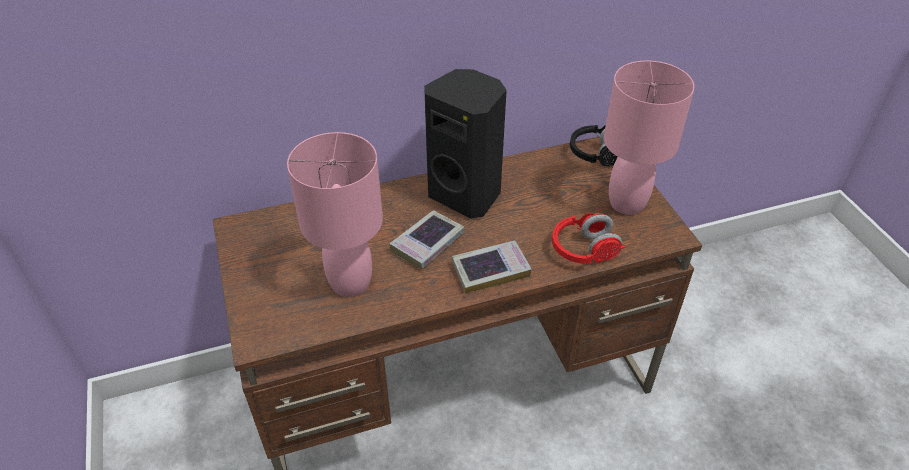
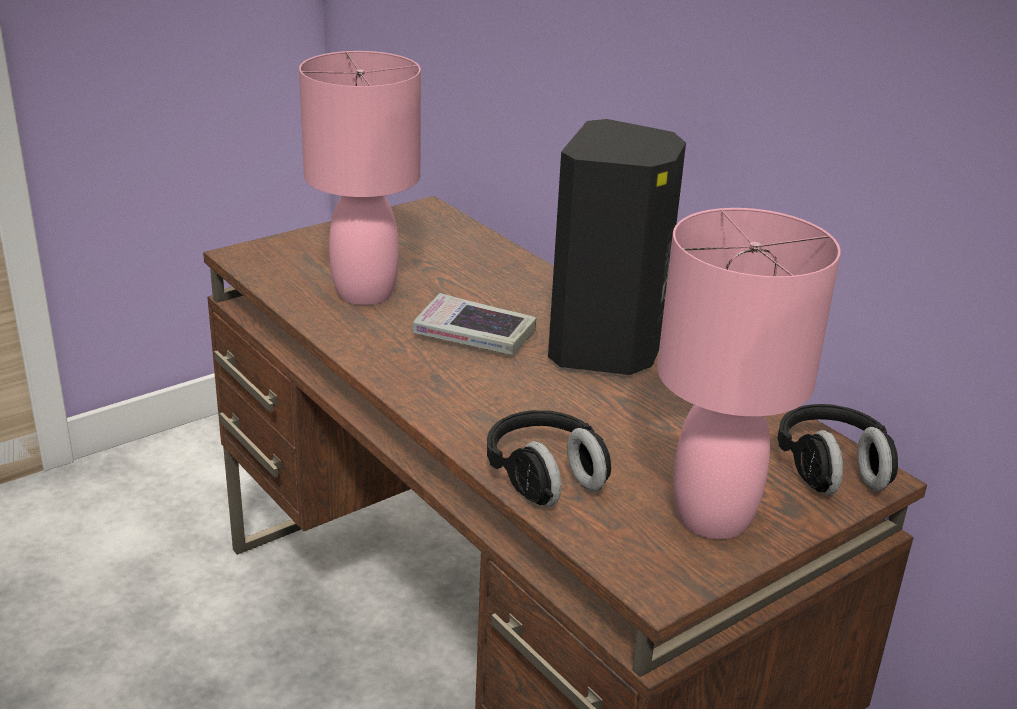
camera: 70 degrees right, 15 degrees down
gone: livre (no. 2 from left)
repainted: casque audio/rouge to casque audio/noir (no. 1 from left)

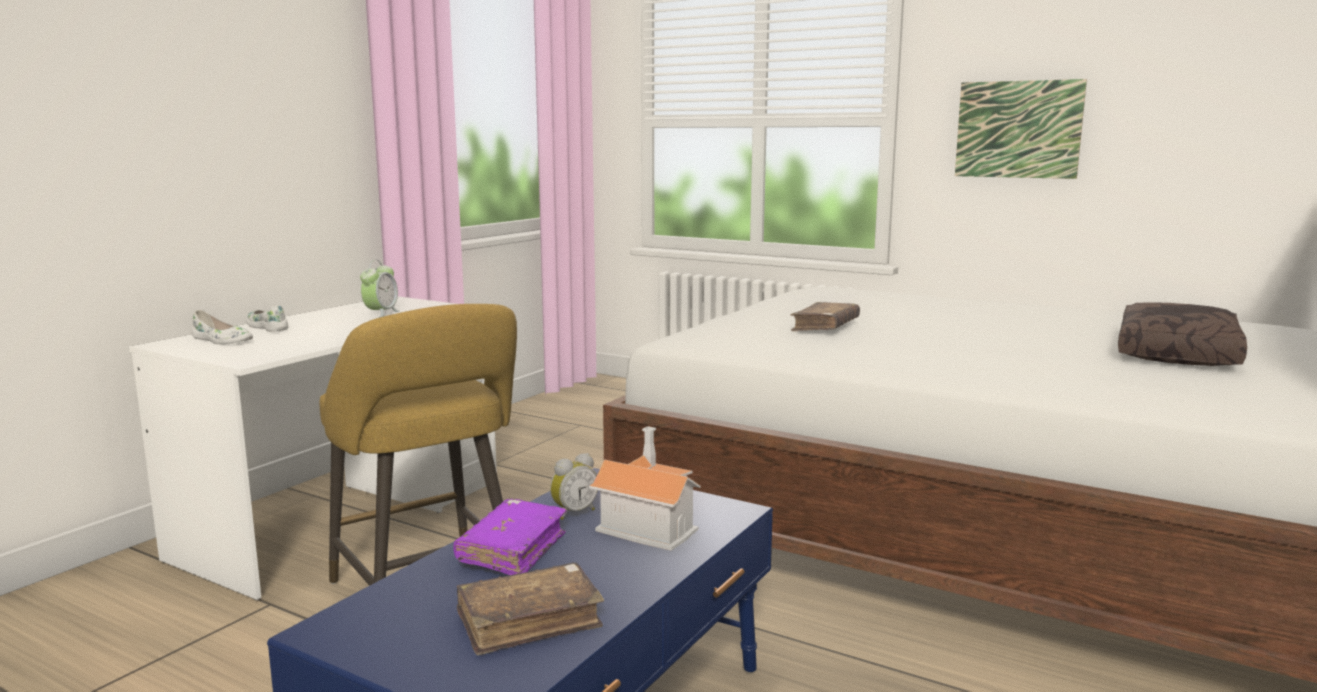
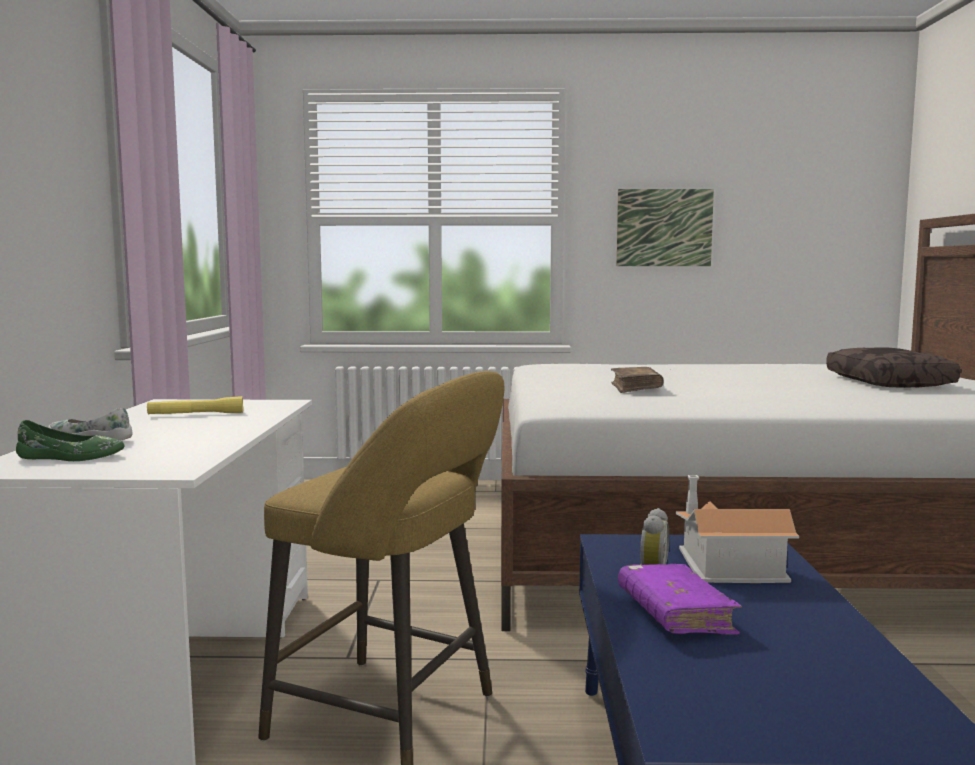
camera: 30 degrees left, 5 degrees down
gone: livre/marron (no. 1 from left)
swapped: réveil (no. 1 from left) to lampe de poche/jaune
repainted: chaussure/blanc (no. 1 from left) to chaussure/vert

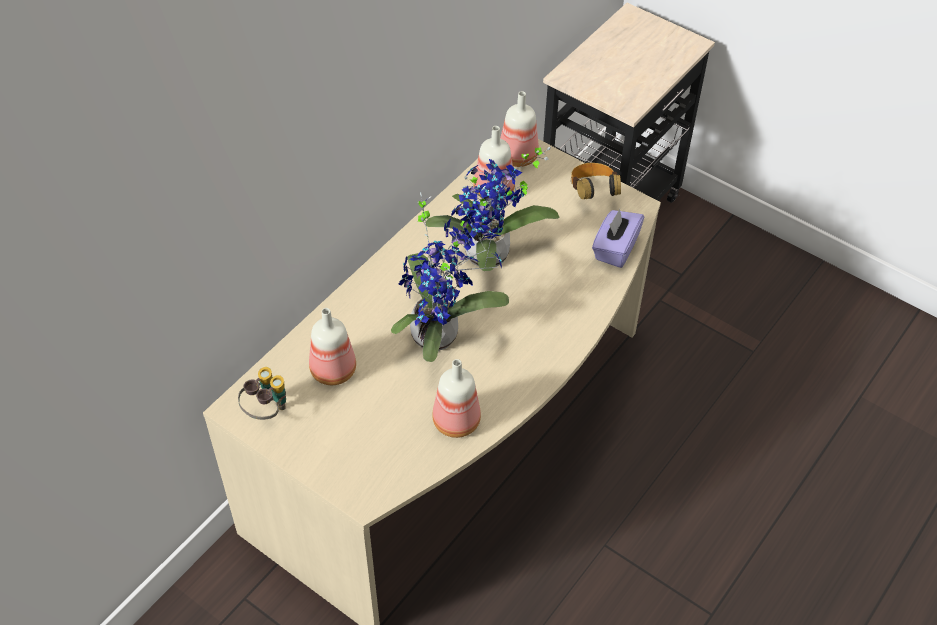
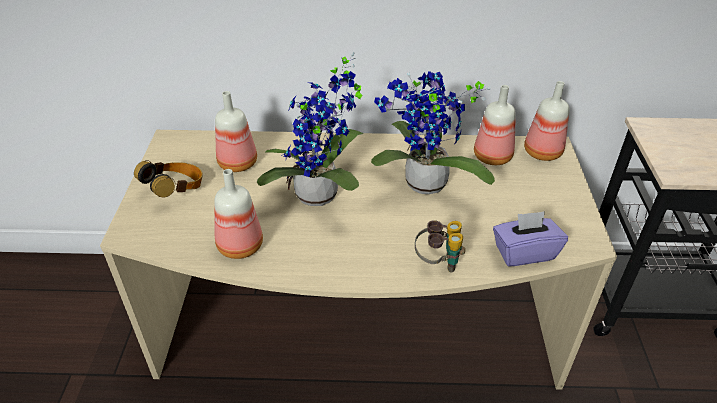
camera: 55 degrees right, 10 degrees down
shifted: jumelles; casque audio

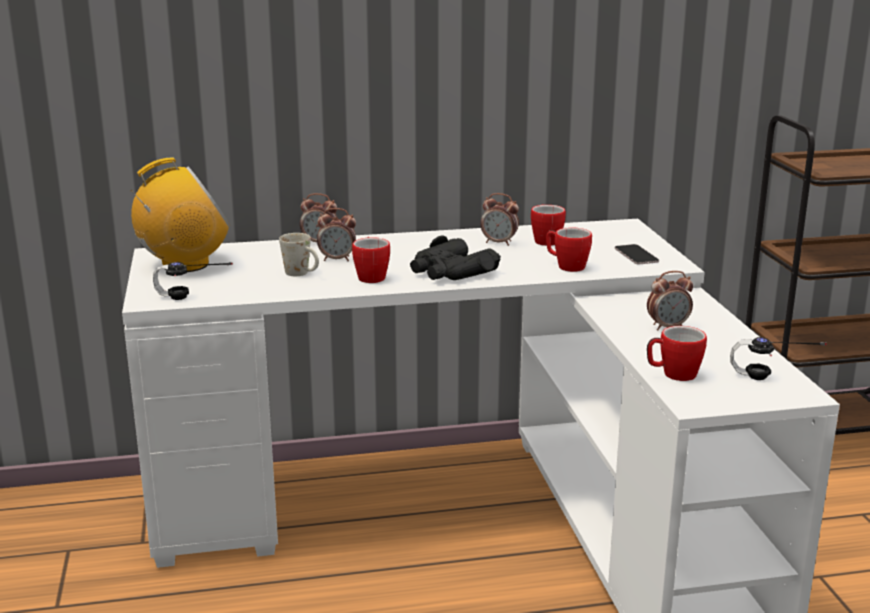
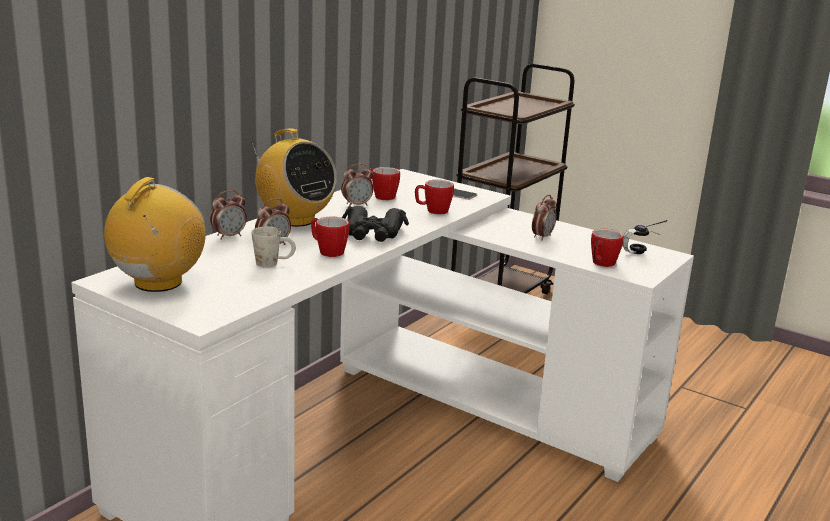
camera: 45 degrees left, 0 degrees up
gone: casque audio (no. 1 from left)
new: radio (no. 2 from left)

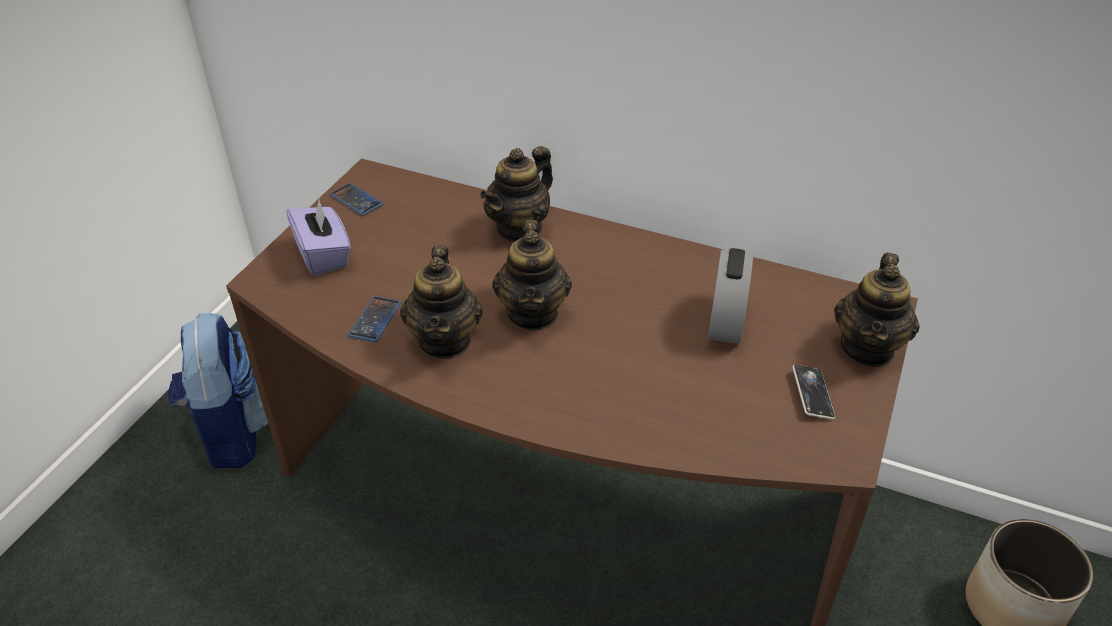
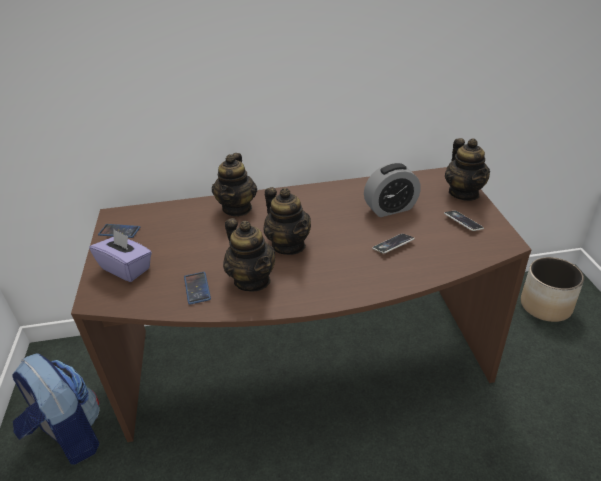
camera: 30 degrees left, 5 degrees down
new: téléphone (no. 3 from left)
rotated: réveil 90 degrees clockwise

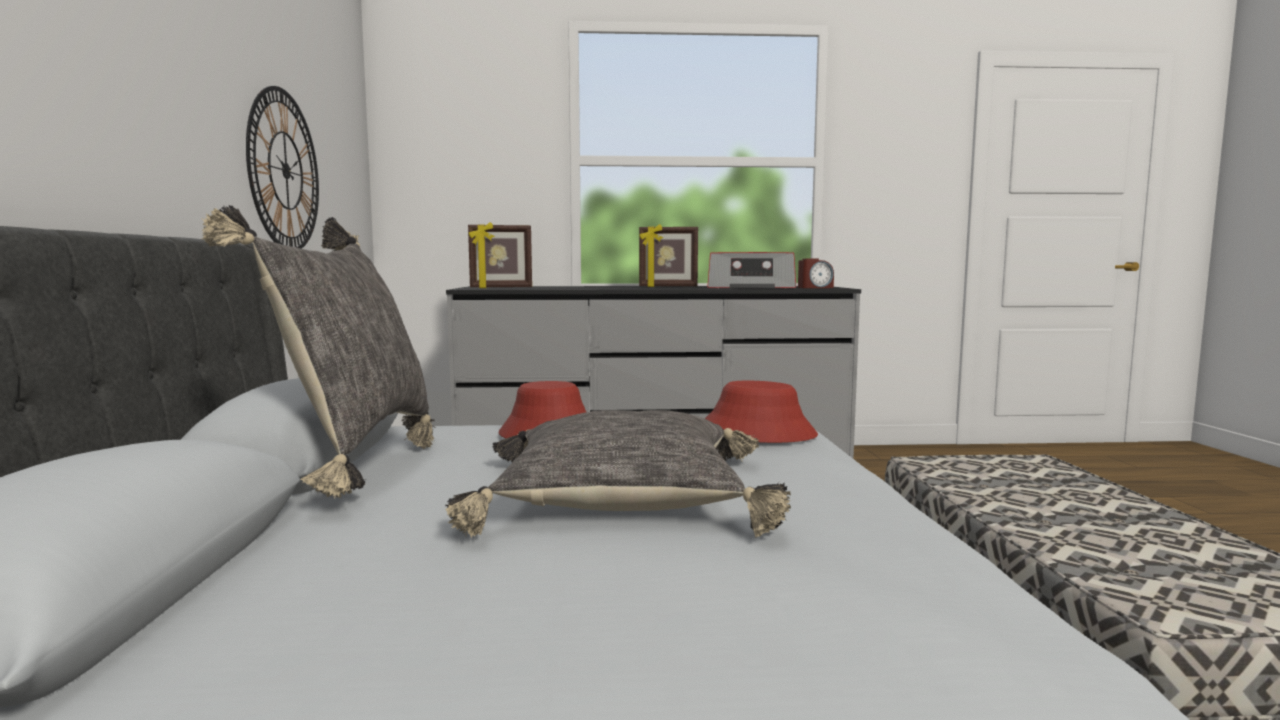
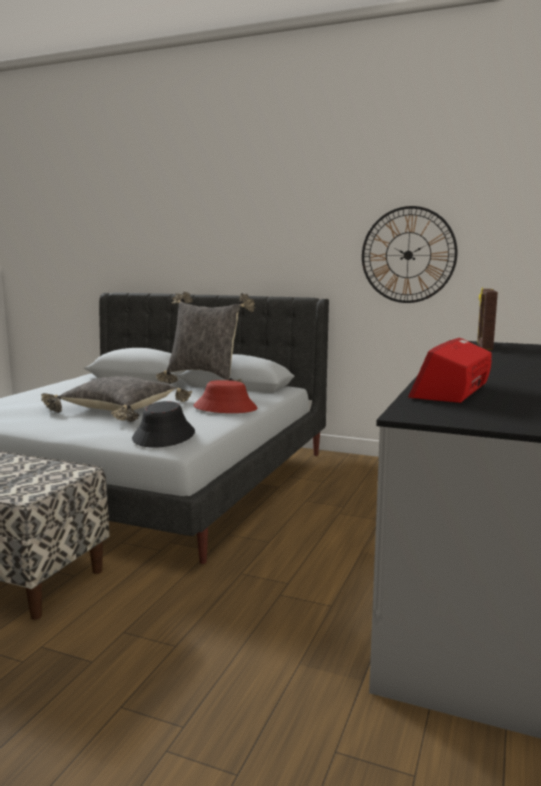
camera: 115 degrees right, 5 degrees up
gone: cadre photo (no. 2 from left); réveil
repainted: chapeau/rouge (no. 2 from left) to chapeau/noir

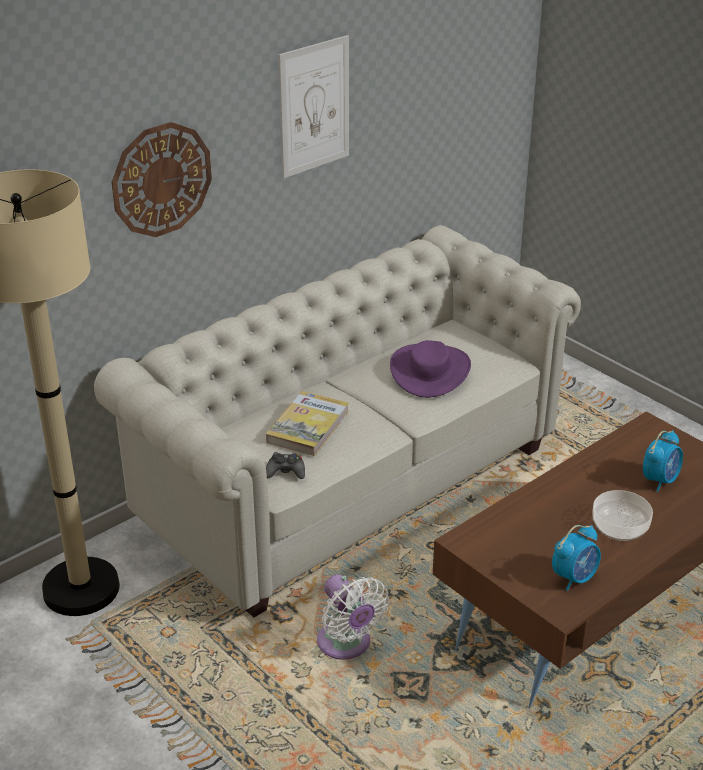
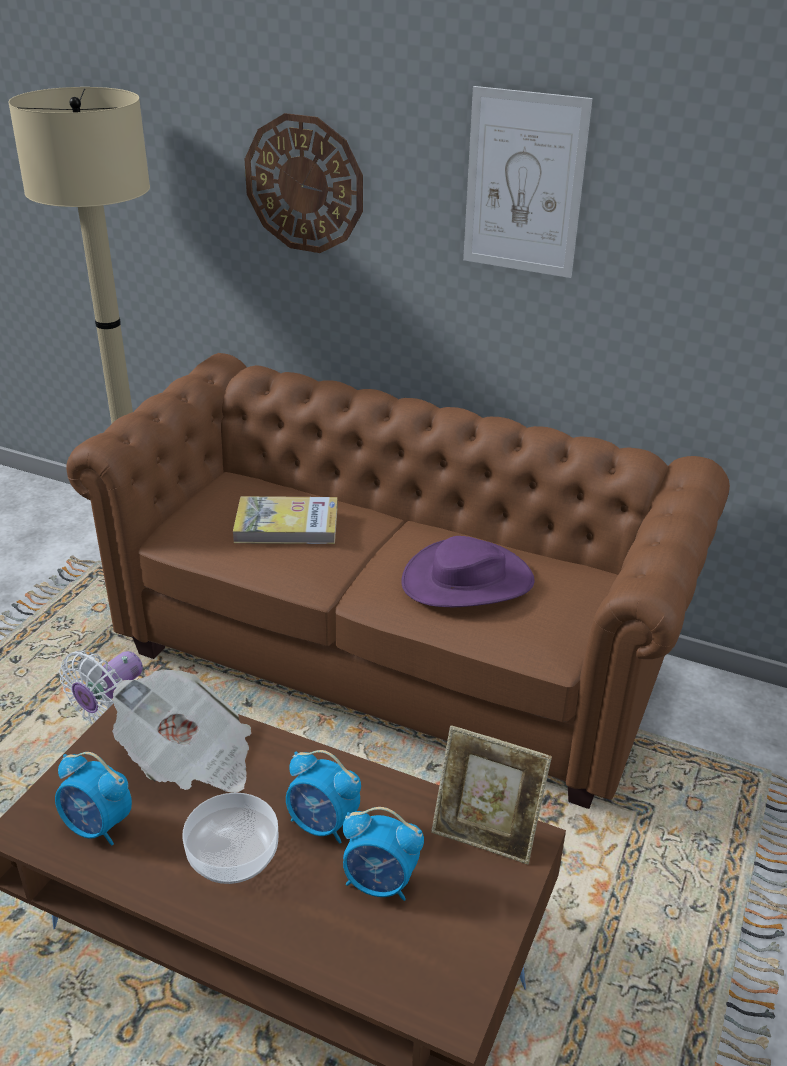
camera: 65 degrees right, 0 degrees up
gone: manette/noir
new: journal; réveil (no. 2 from left); cadre photo
repainted: canapé/blanc to canapé/marron

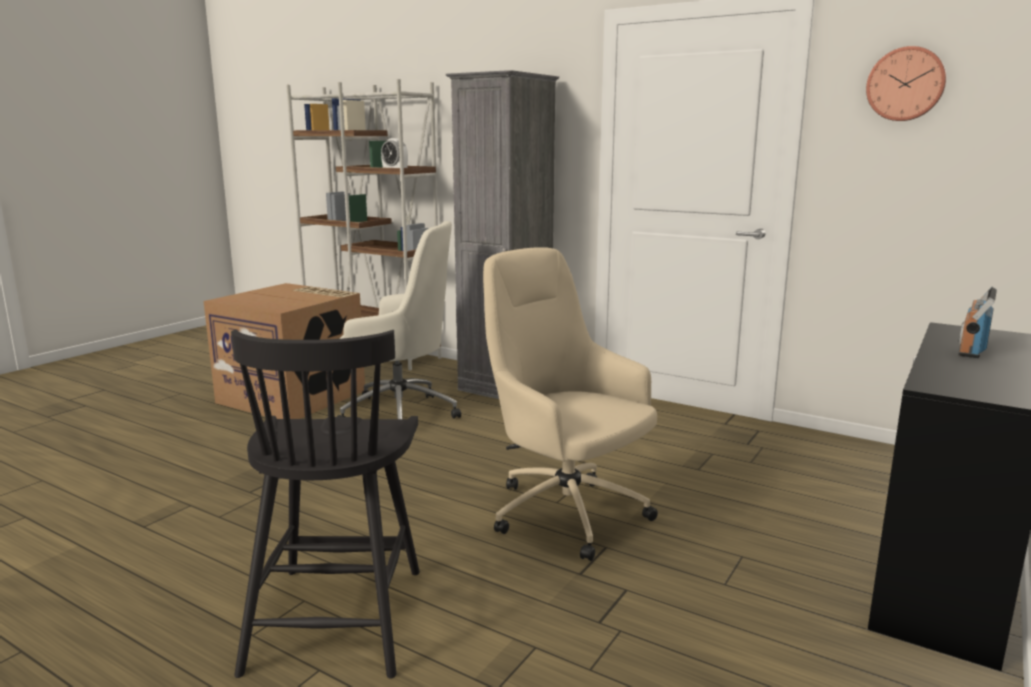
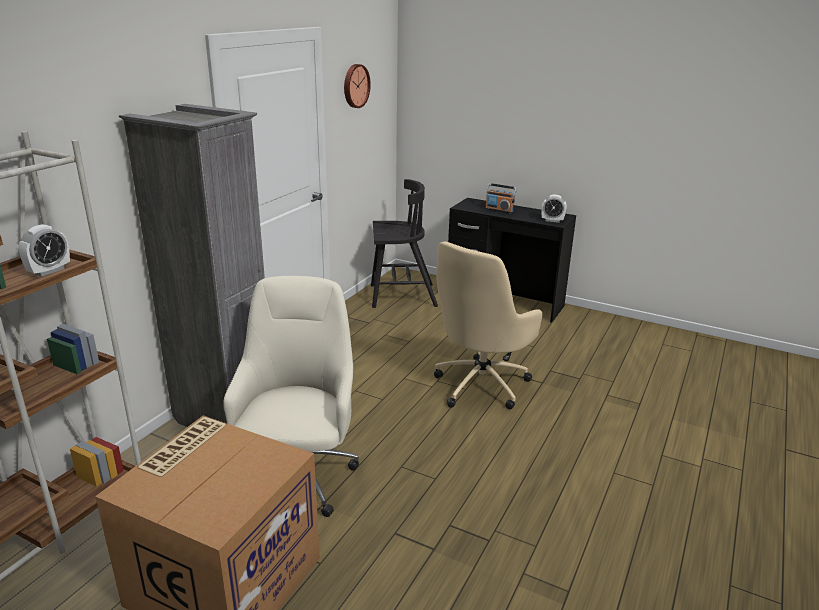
camera: 95 degrees left, 10 degrees up
new: réveil (no. 2 from left)
shifted: chaise/noir

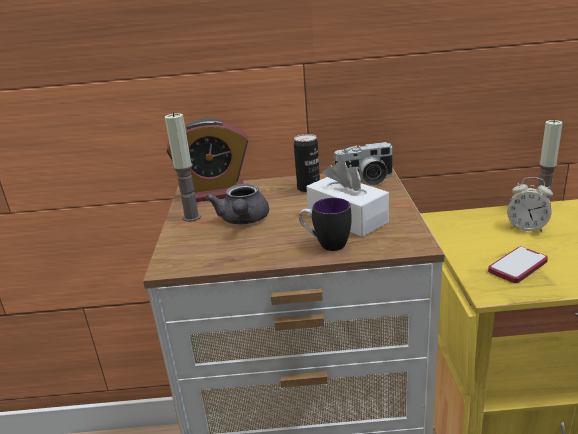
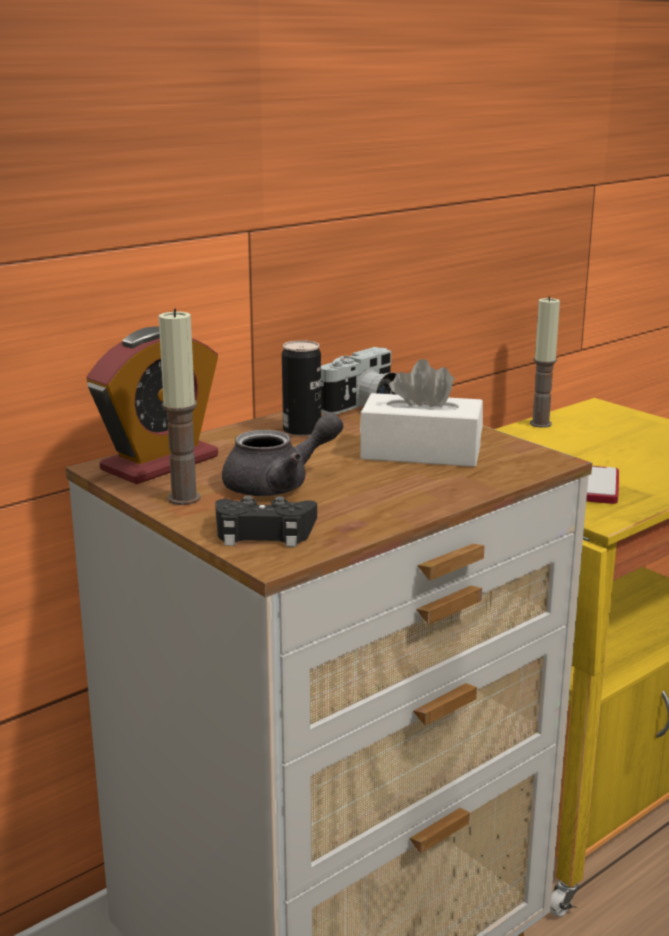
camera: 40 degrees left, 5 degrees down
gone: mug; réveil (no. 2 from left)
new: manette/noir
rotated: théière/gris 75 degrees counterclockwise

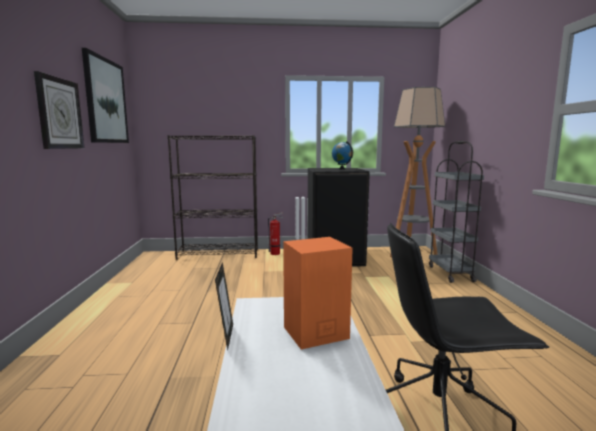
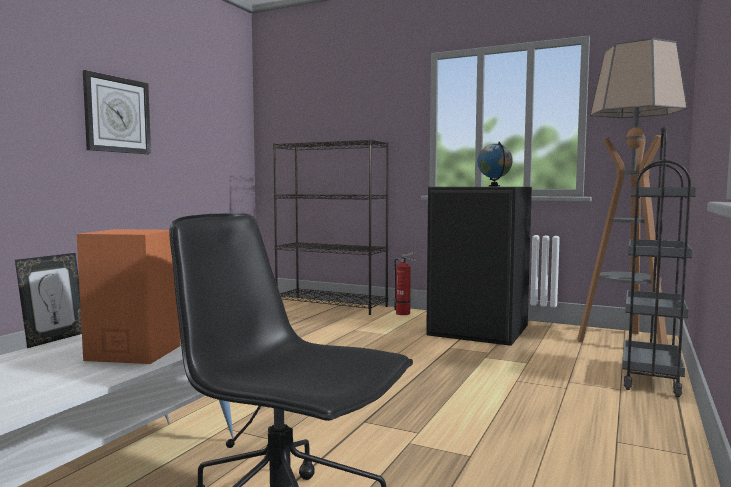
camera: 30 degrees right, 5 degrees down
gone: tableau

